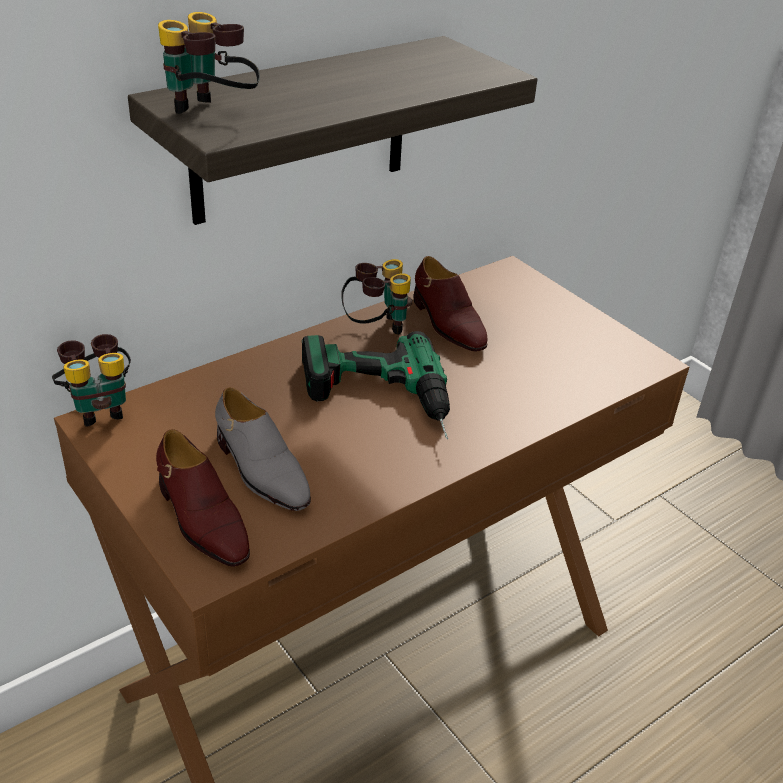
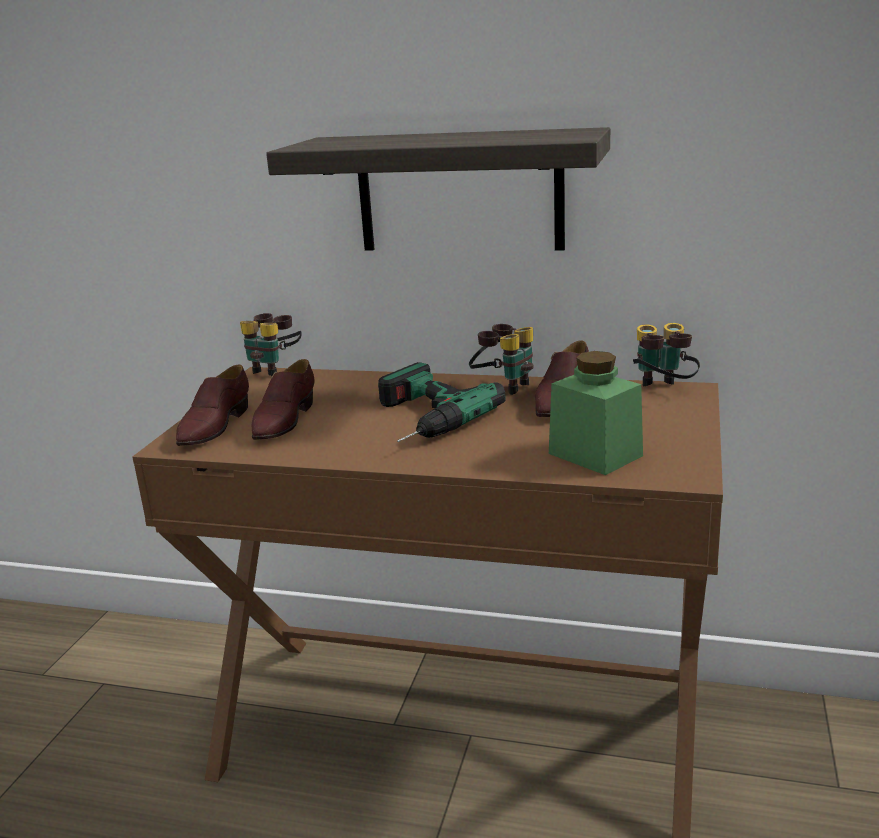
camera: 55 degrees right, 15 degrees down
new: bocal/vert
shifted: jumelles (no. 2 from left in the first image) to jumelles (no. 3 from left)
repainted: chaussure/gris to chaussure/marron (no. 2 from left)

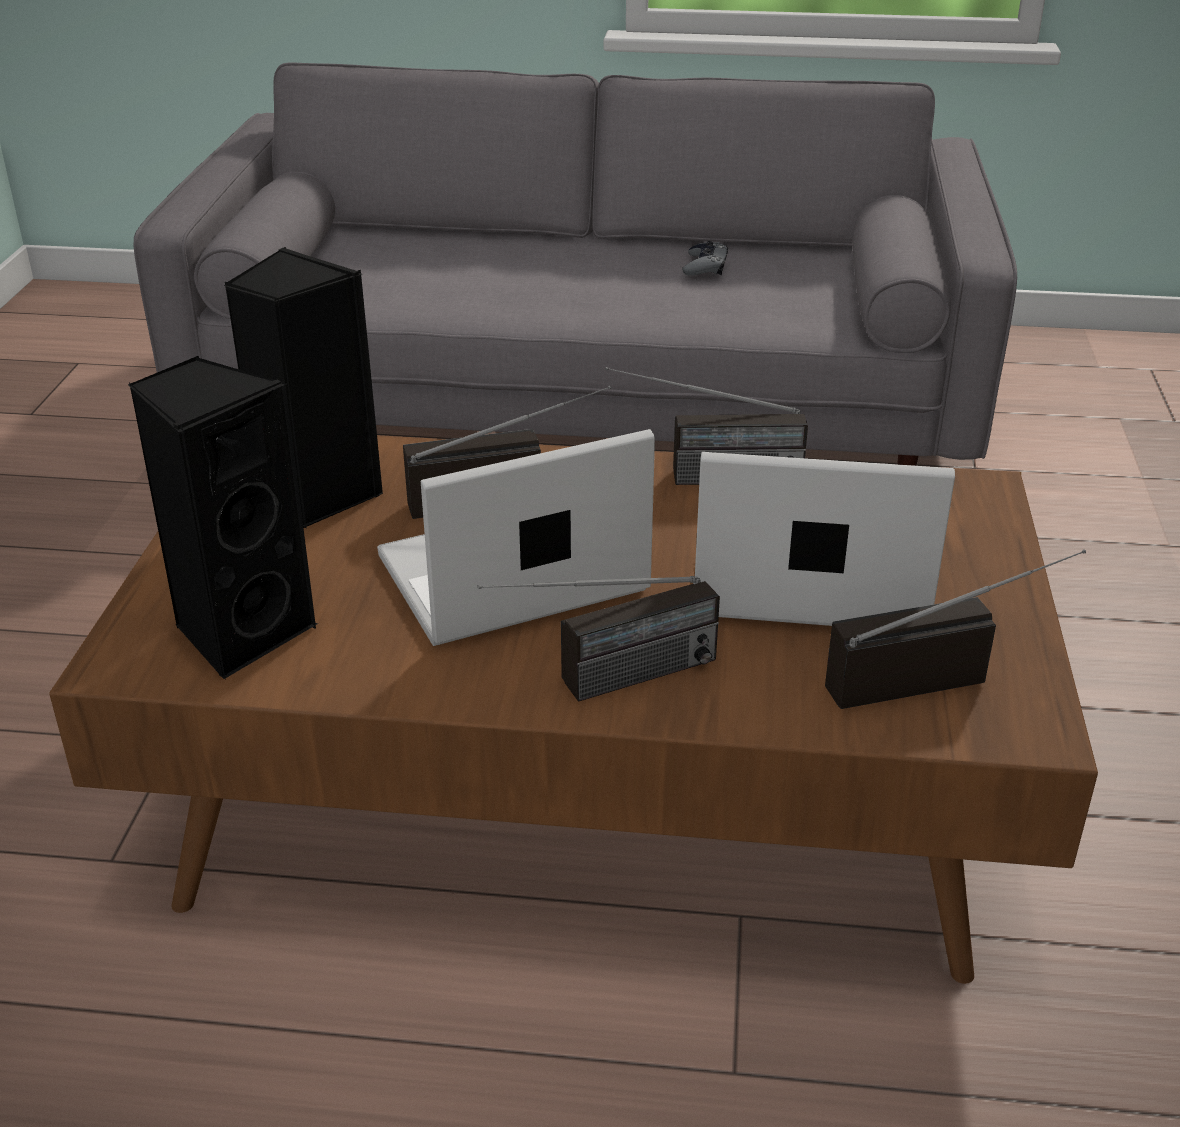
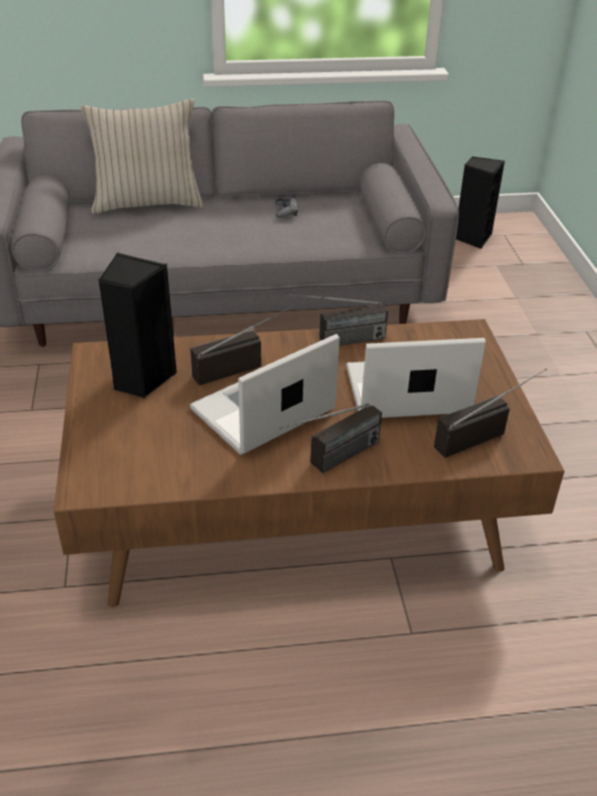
camera: 15 degrees left, 5 degrees up
new: coussin/beige
shifted: enceinte/noir (no. 1 from left in the first image) to enceinte/noir (no. 2 from left)

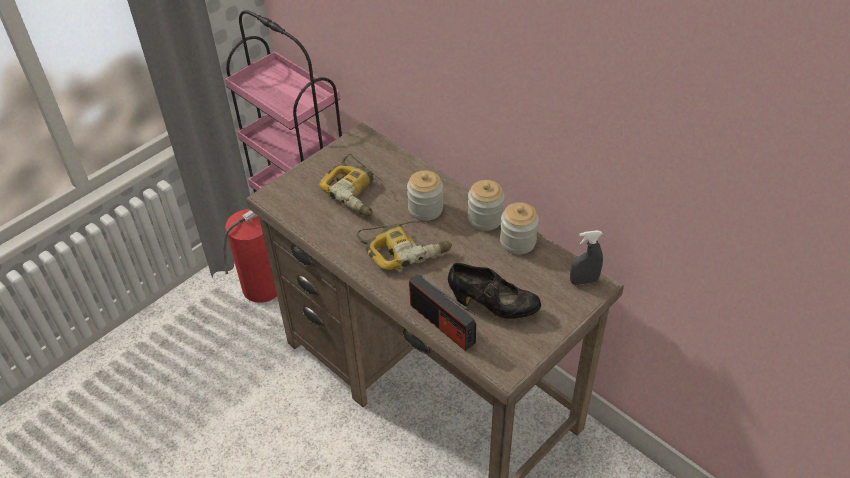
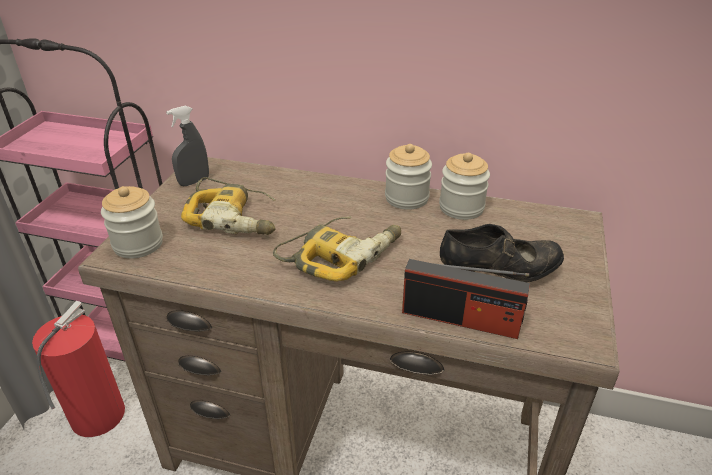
camera: 30 degrees left, 10 degrees down
shifted: bocal (no. 1 from left); vaporisateur/gris

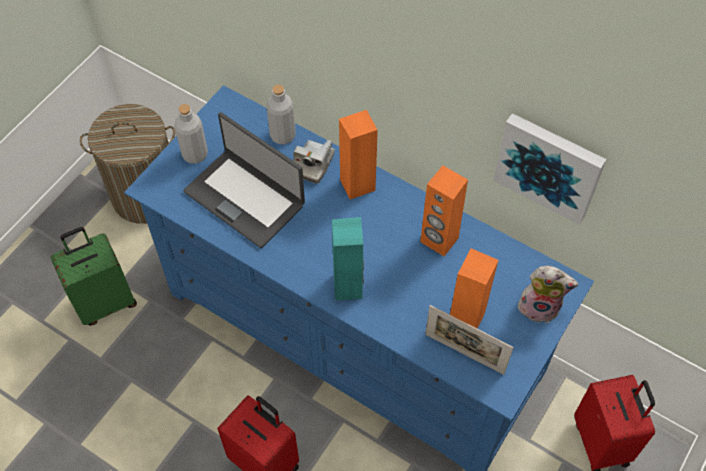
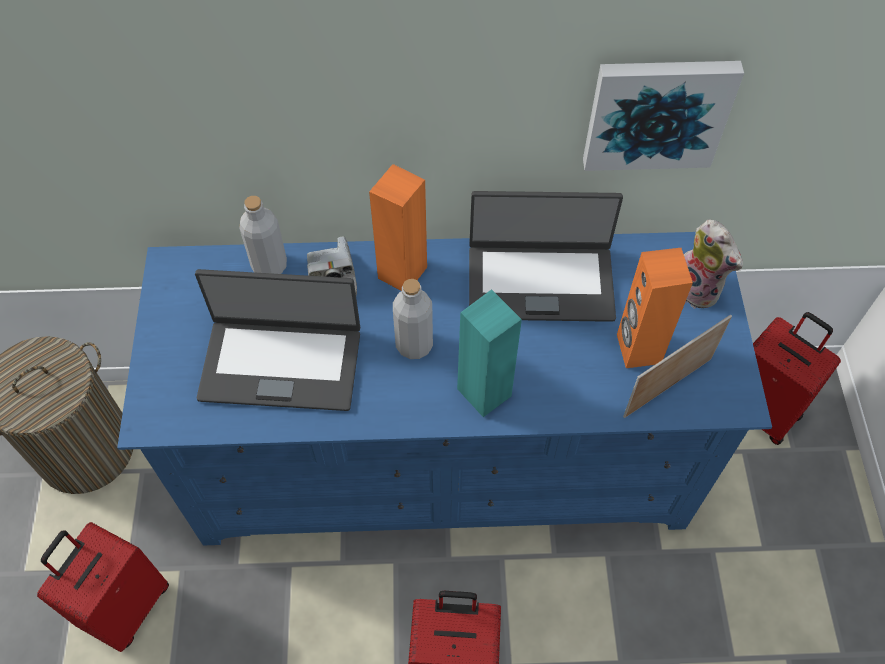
camera: 35 degrees left, 0 degrees up
shifted: bouteille/gris (no. 1 from left in the first image) to bouteille/gris (no. 2 from left)
swapped: enceinte/orange (no. 2 from left) to ordinateur portable (no. 2 from left)
repainted: valise/vert to valise/rouge (no. 1 from left)
rotated: cadre photo 150 degrees clockwise; peluche 75 degrees clockwise

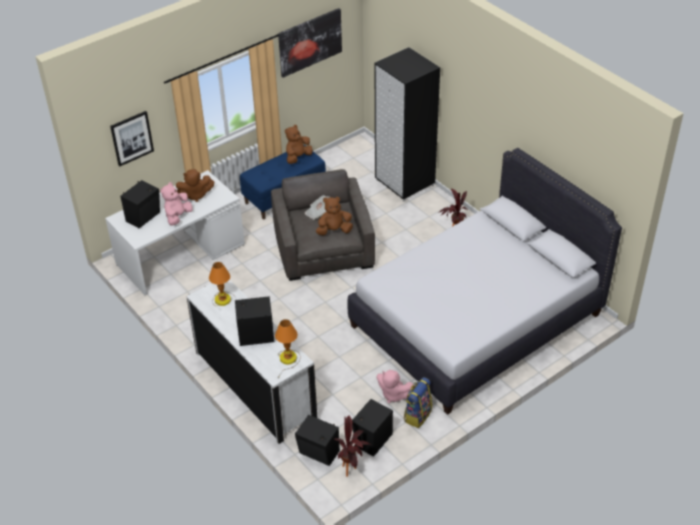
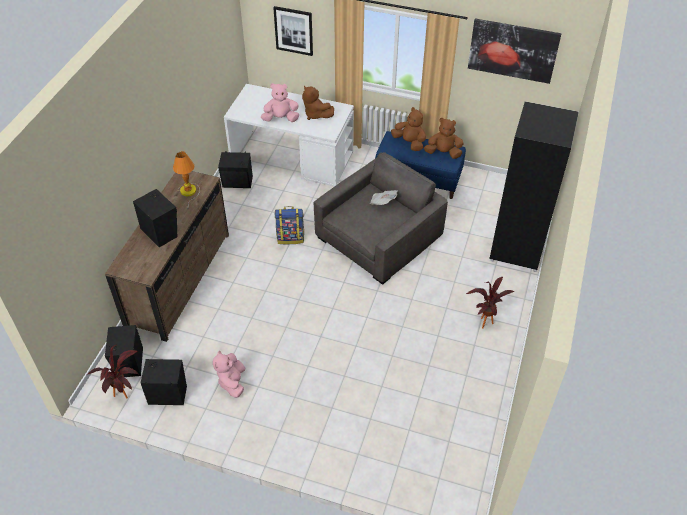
camera: 55 degrees right, 5 degrees up
gone: lampe de table (no. 2 from left); lit/blanc
shifted: enceinte/noir (no. 1 from left in the first image) to enceinte/noir (no. 4 from left); peluche/marron (no. 3 from left in the first image) to peluche/marron (no. 2 from left); sac à dos
repainted: commode/blanc to commode/marron

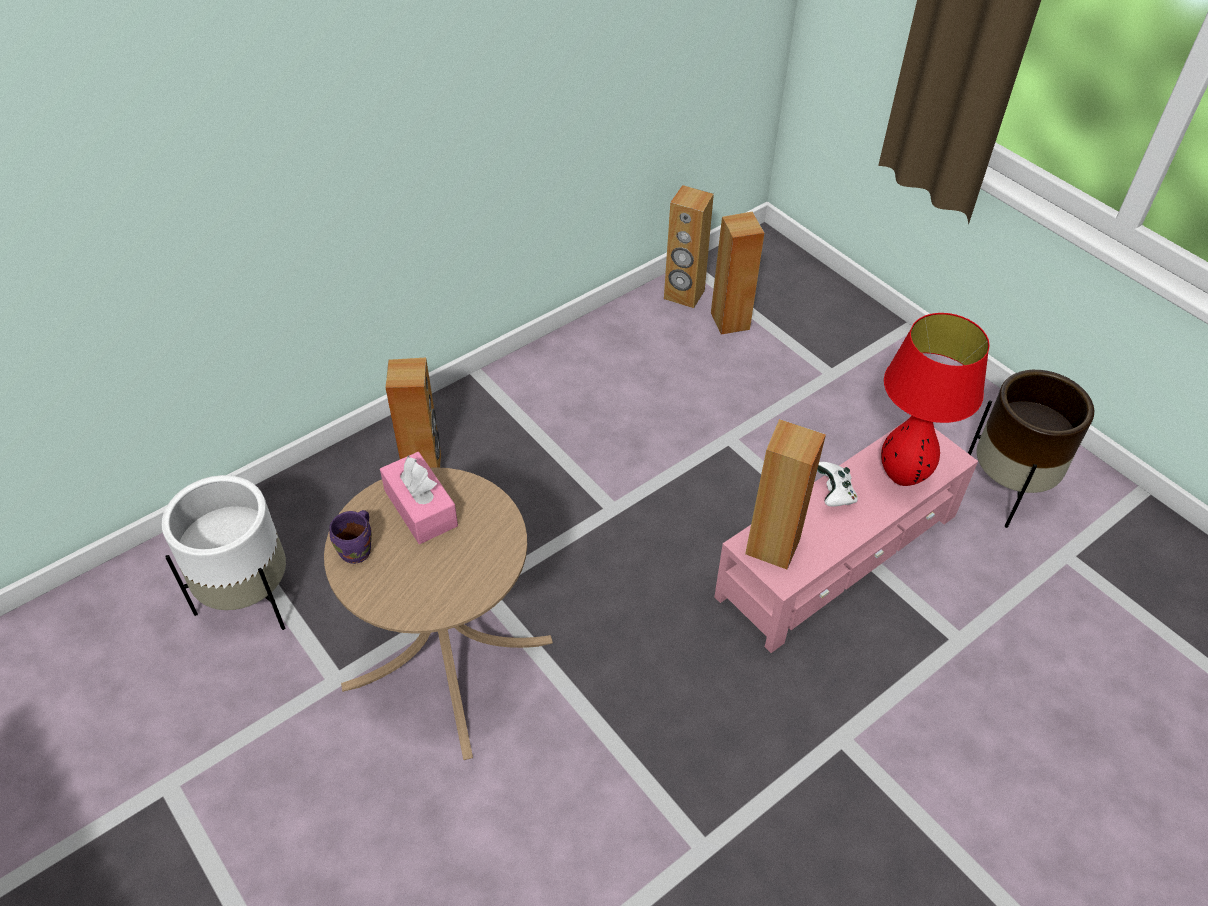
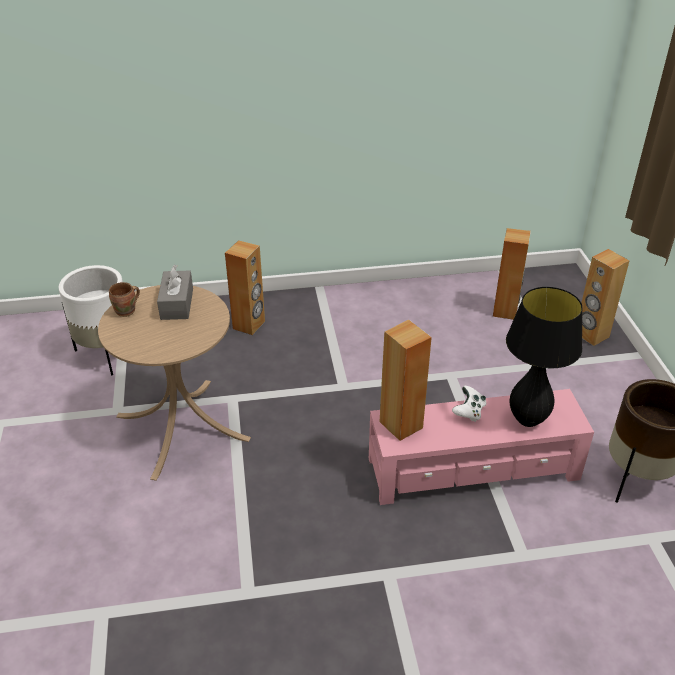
camera: 30 degrees right, 10 degrees down
shifted: enceinte/marron (no. 2 from left in the first image) to enceinte/marron (no. 4 from left)
repainted: mug/violet to mug/marron; boîte à mouchoirs/rose to boîte à mouchoirs/gris; lampe de table/rouge to lampe de table/noir

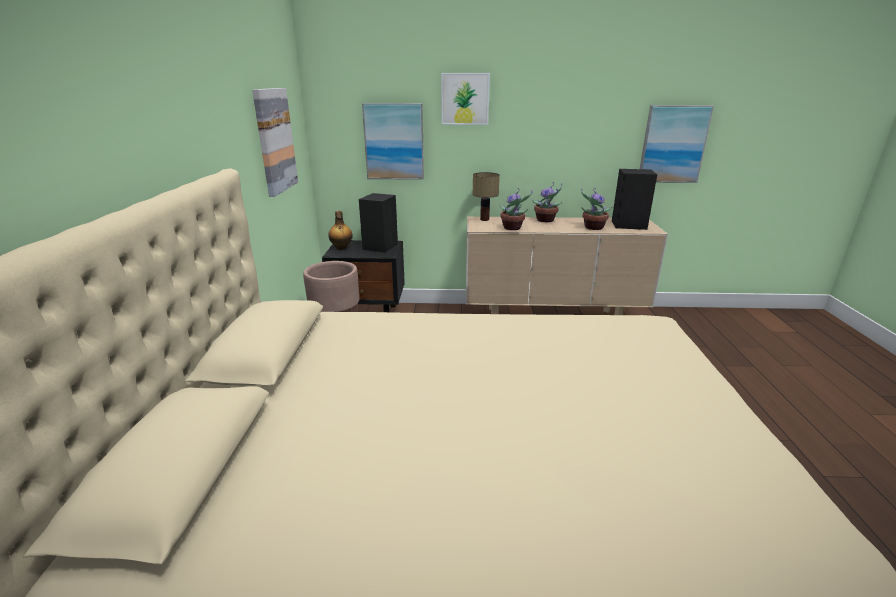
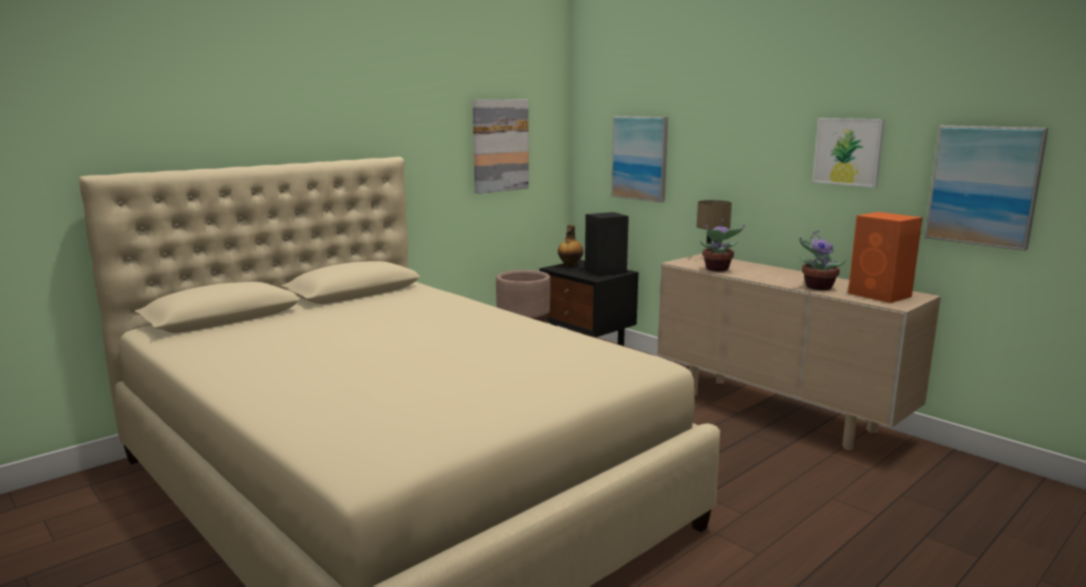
camera: 45 degrees right, 10 degrees down
gone: plante en pot (no. 2 from left)
shifted: tableau (no. 3 from left)
repainted: enceinte/noir (no. 2 from left) to enceinte/orange

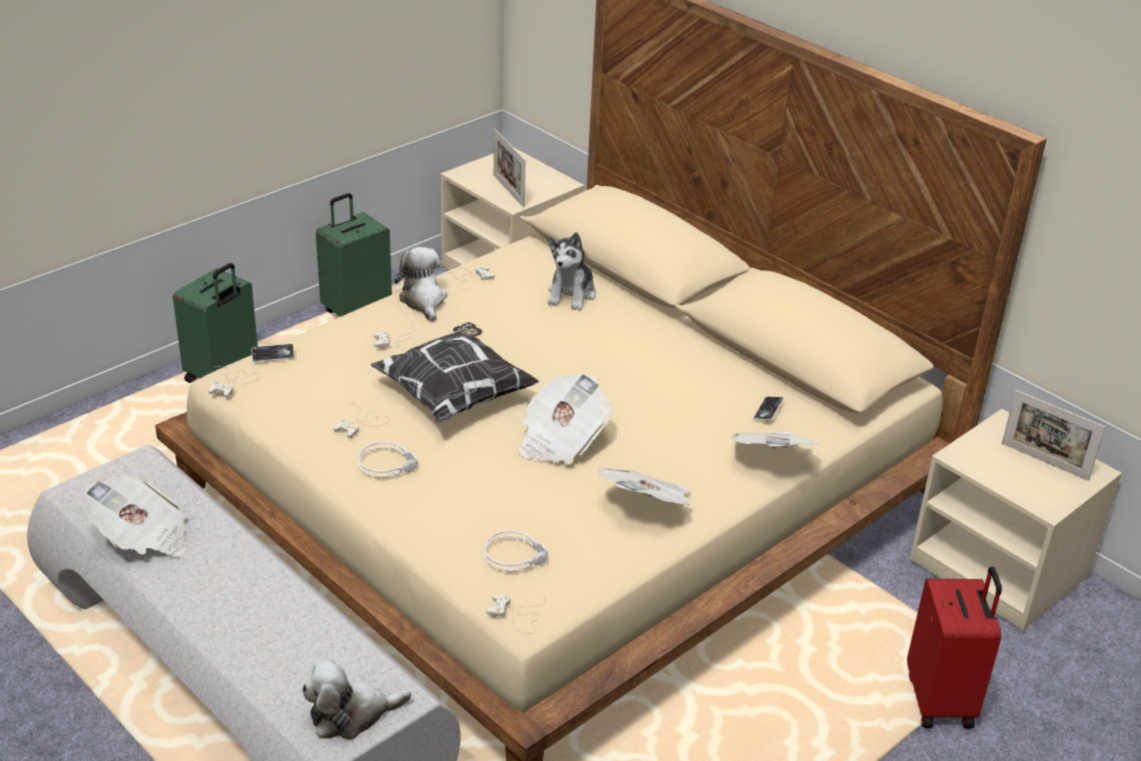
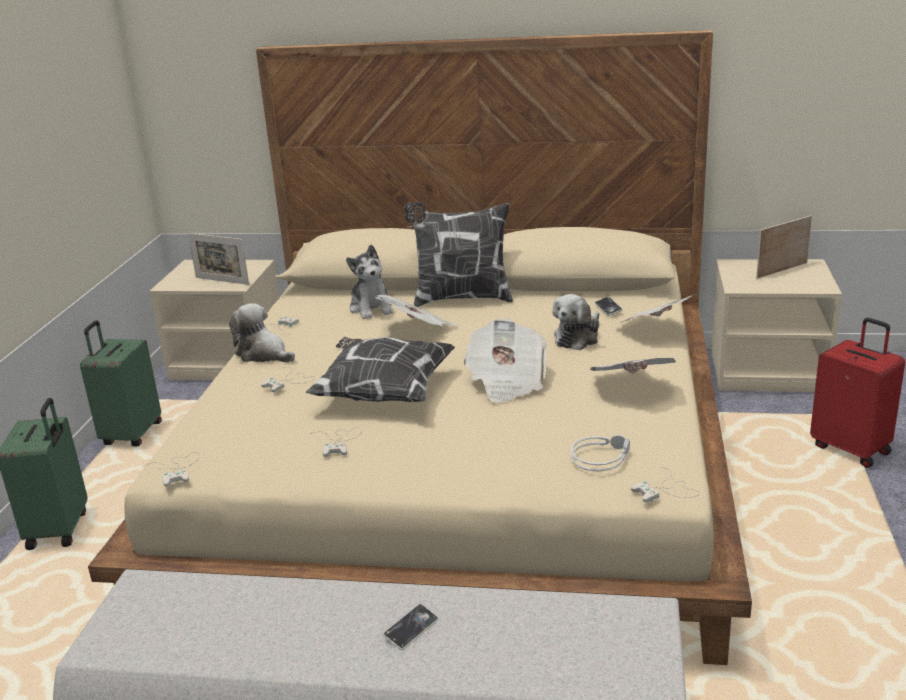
camera: 35 degrees left, 10 degrees down
gone: casque audio/gris (no. 1 from left)
new: coussin (no. 2 from left)
shifted: journal (no. 1 from left); téléphone (no. 1 from left); peluche (no. 1 from left in the first image) to peluche (no. 3 from left)
rotated: cadre photo (no. 2 from left) 150 degrees clockwise

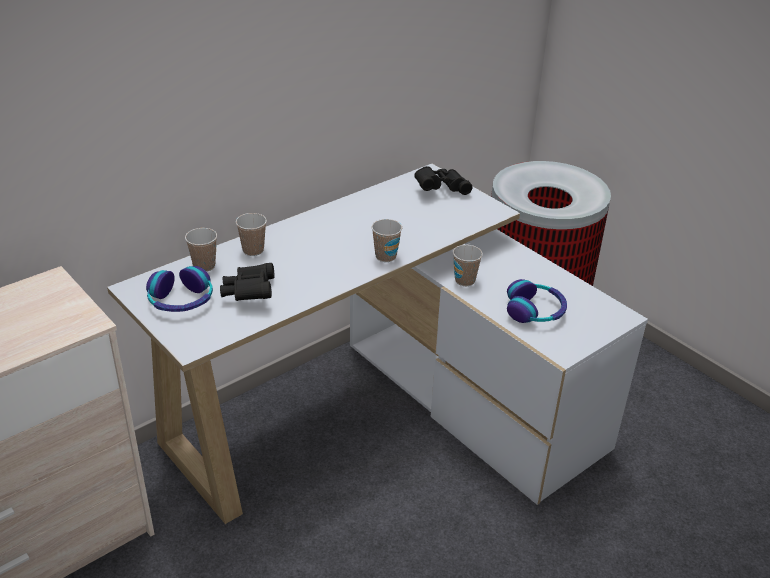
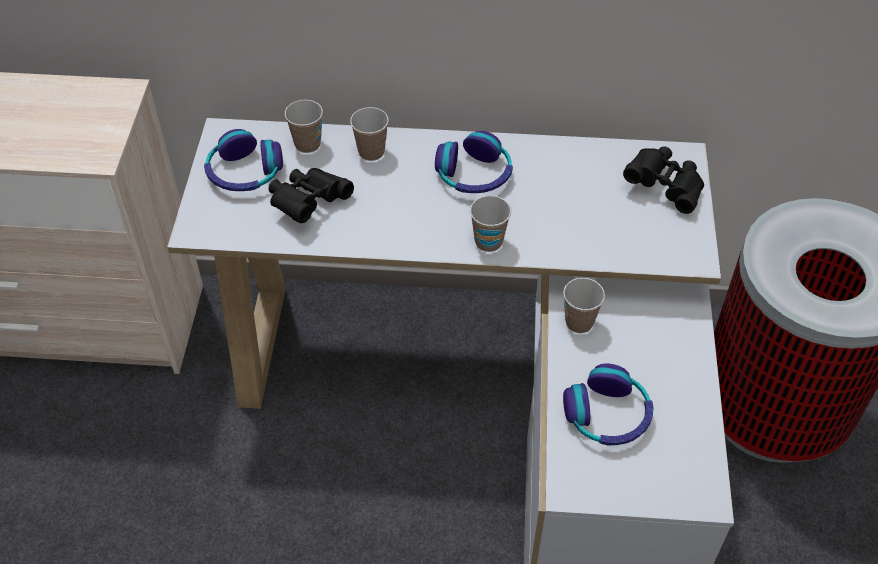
camera: 45 degrees right, 15 degrees up
new: casque audio (no. 2 from left)

